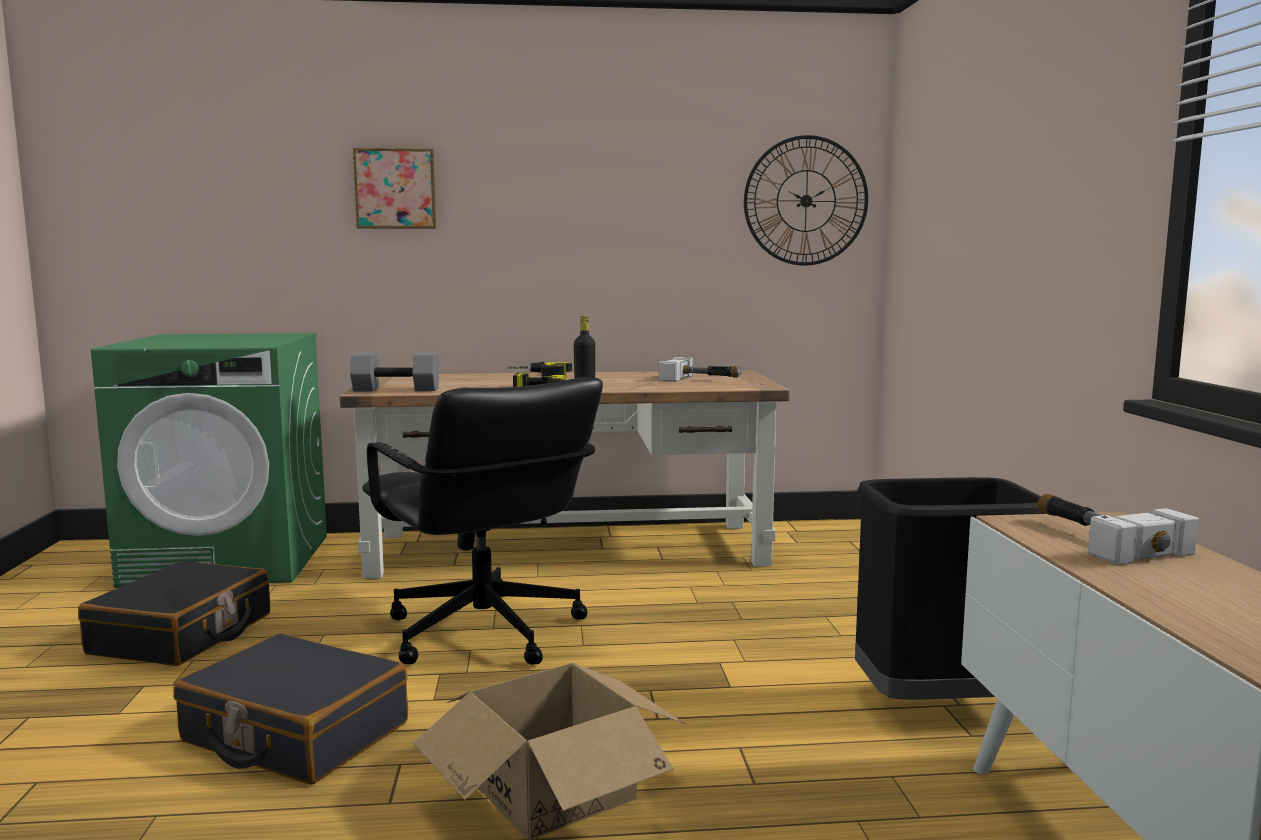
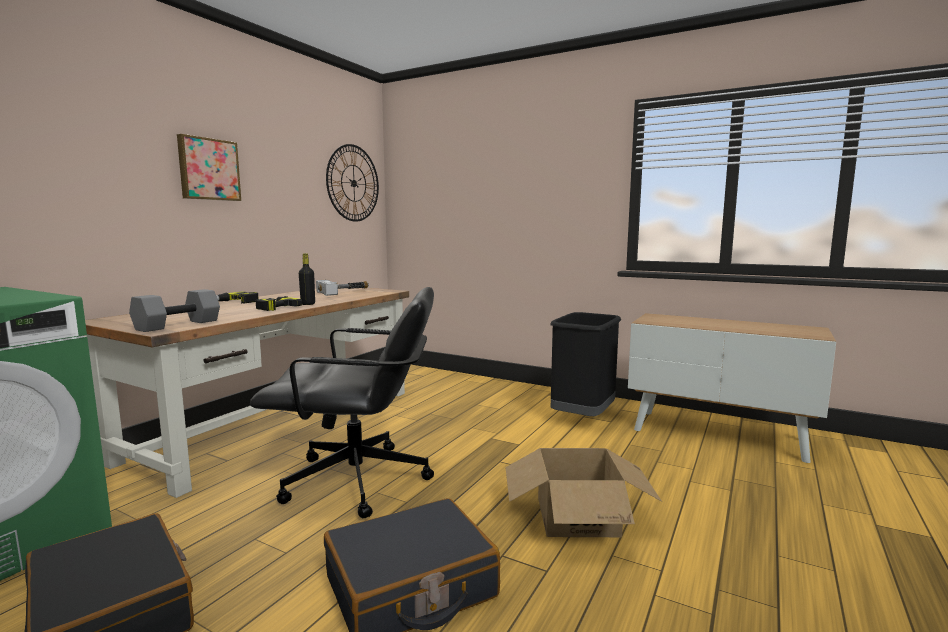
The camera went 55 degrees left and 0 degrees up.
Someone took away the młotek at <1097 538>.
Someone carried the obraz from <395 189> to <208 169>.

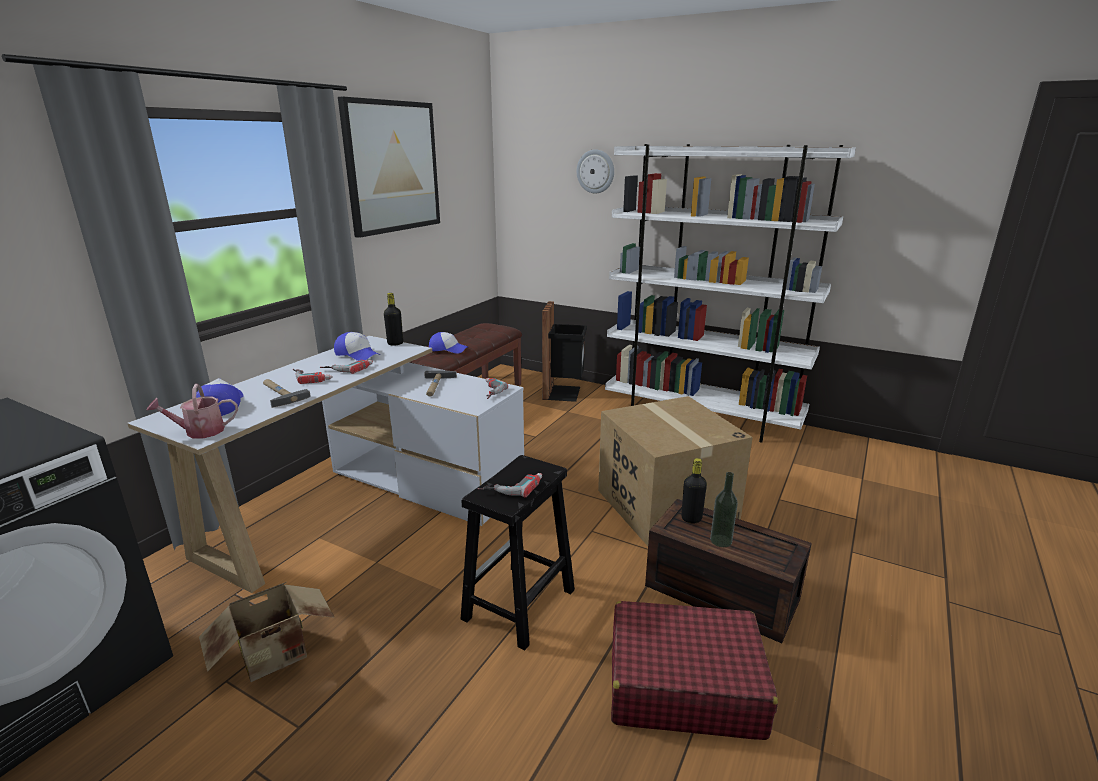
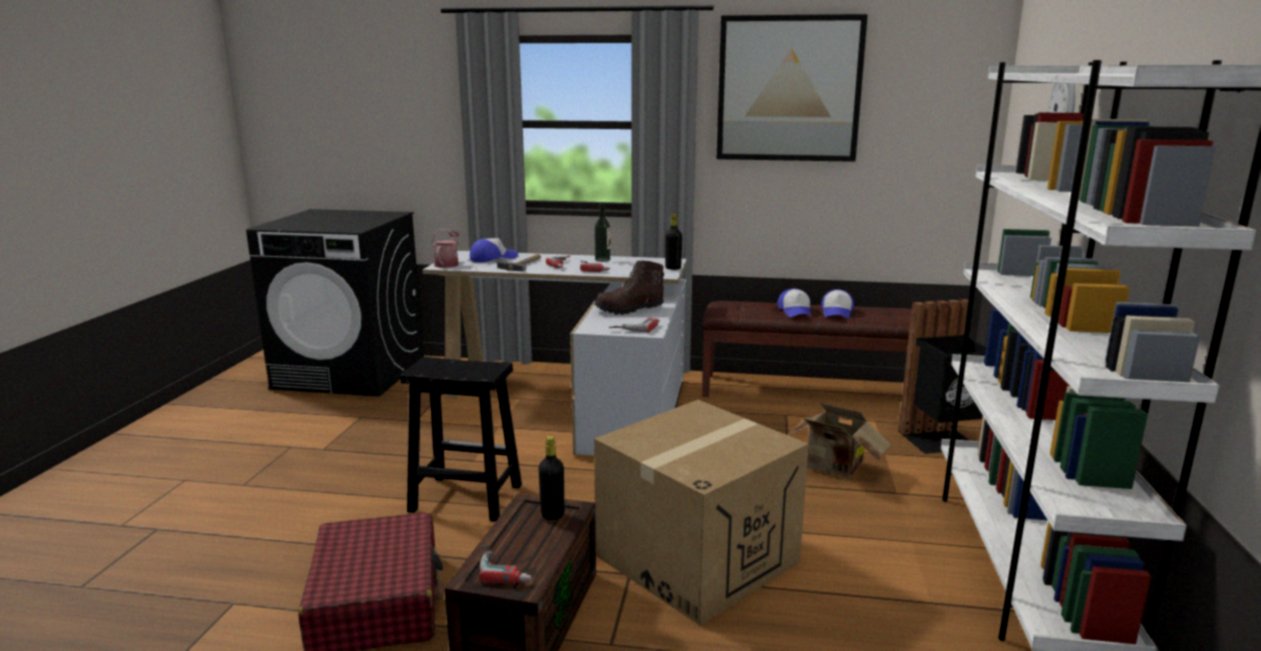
The camera went 70 degrees right and 5 degrees down.
Someone carried the karton from <277 657> to <834 468>.
Someone carried the czapka z daszkiem from <357 354> to <837 312>.
Someone carried the wiertarka from <512 486> to <505 567>.
Someone carried the butelka from <721 541> to <602 260>.
Someone swapped the młotek at <436 386> for the but z cholewką [brązowy] at <629 310>.
Someone rotated the konewka at <199 432> by 45 degrees clockwise.

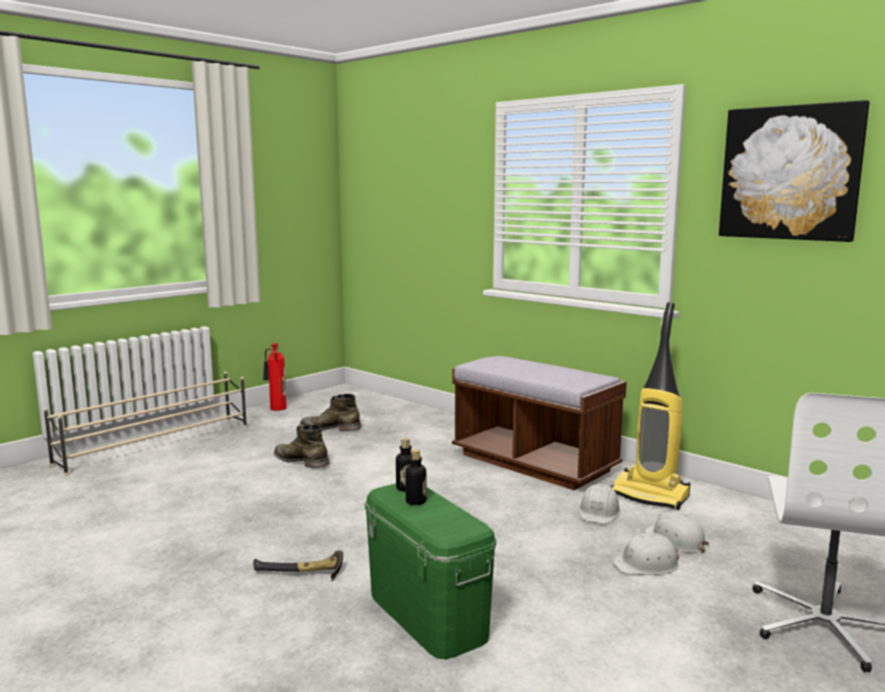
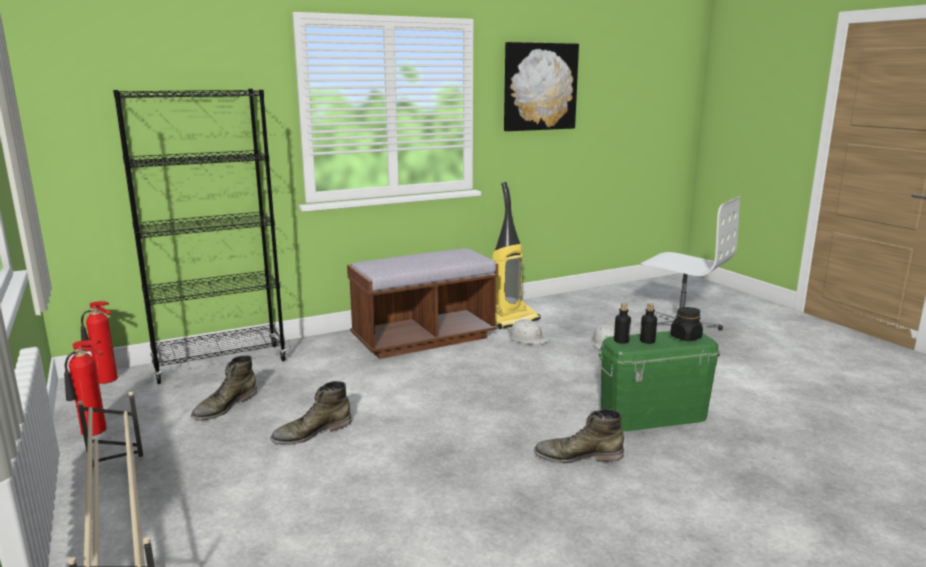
The camera went 70 degrees left and 5 degrees up.
Someone took away the kask [biały] at <676 540>.
Someone put down the gaśnica at <106 380>.
Someone put down the regał [czarny] at <220 363>.
Someone put down the słoik [czarny] at <685 337>.
Someone swapped the młotek at <301 574> for the but z cholewką [zielony] at <578 456>.

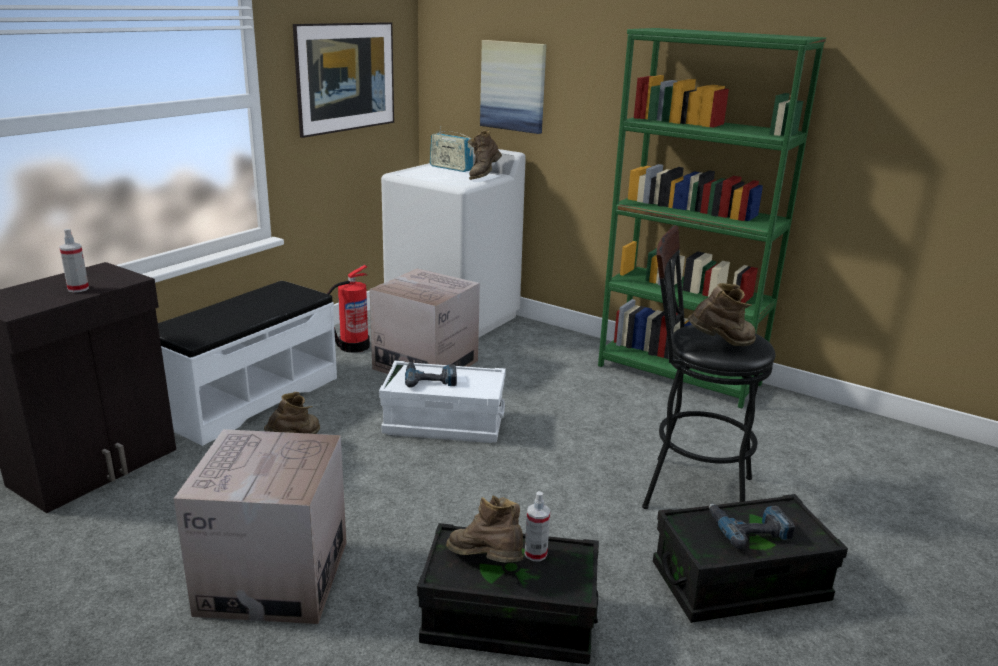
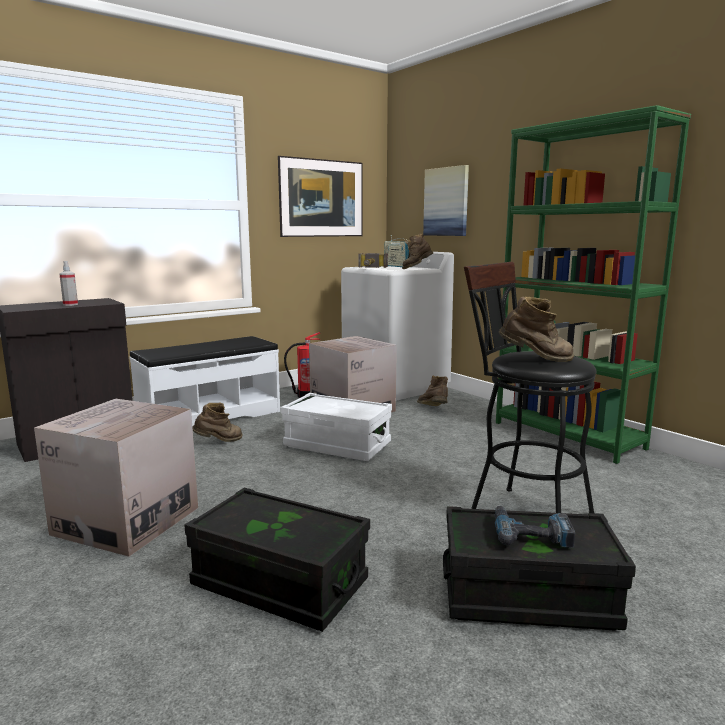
The camera went 20 degrees right and 10 degrees down.
Someone took away the wiertarka at <430 379>.
Someone took away the spryskiwacz at <535 554>.
Someone put down the młotek at <370 268>.
Someone carried the but z cholewką [brązowy] from <486 563> to <433 409>.

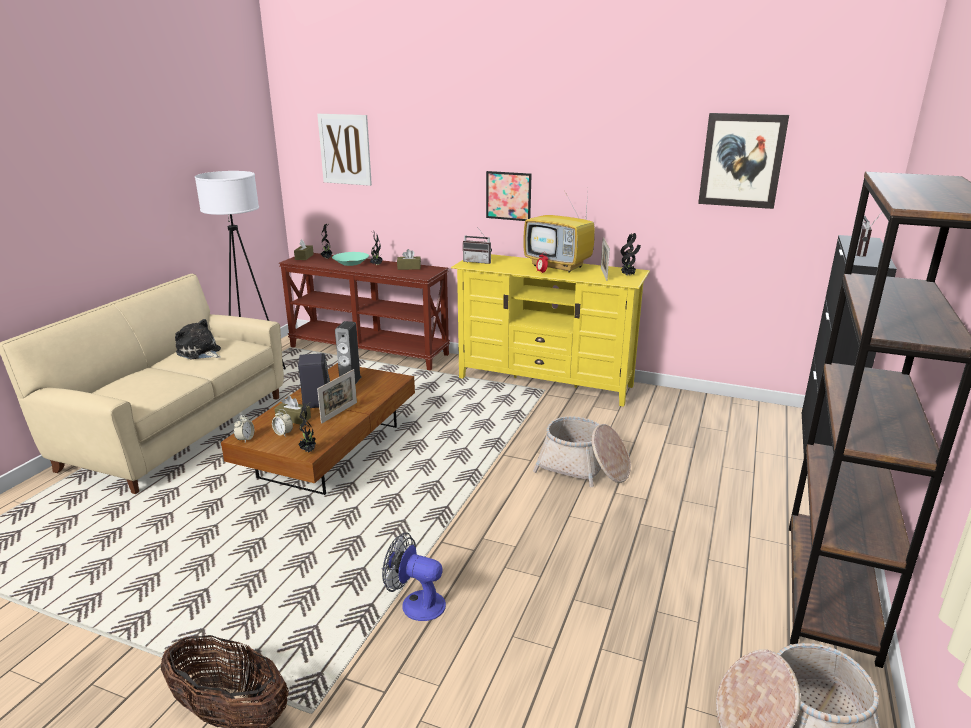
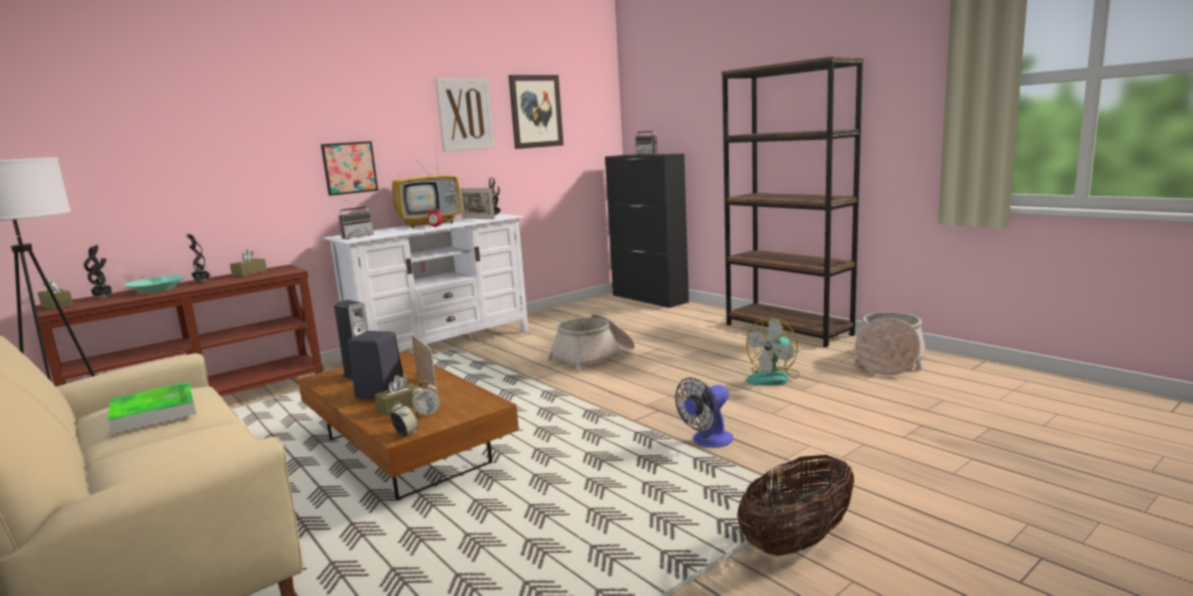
The camera went 60 degrees left and 10 degrees down.
Someone took away the roślina doniczkowa at <309 451>.
Someone put down the wentylator at <774 377>.
Someone carried the obraz from <345 149> to <465 114>.
Someone swapped the pluszak at <200 352> for the taca at <154 412>.
Someone repainted the szafka pod telewizor [żółty] at <546 382>, which became the szafka pod telewizor [biały] at <443 345>.

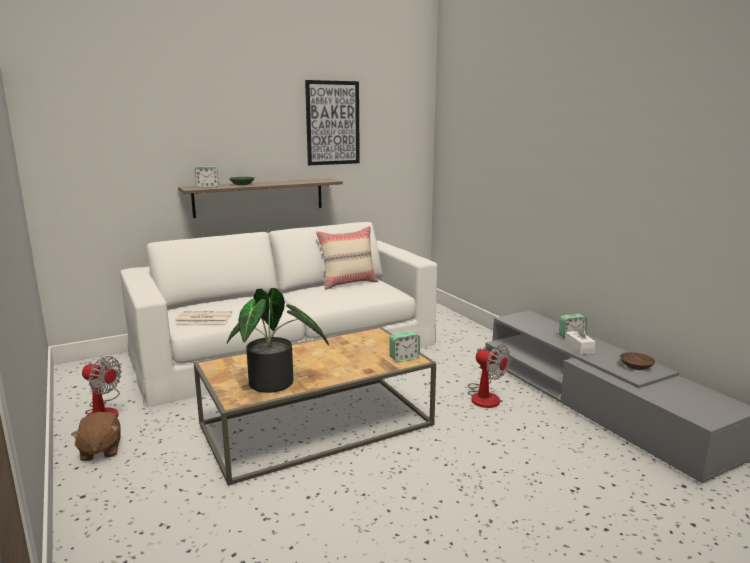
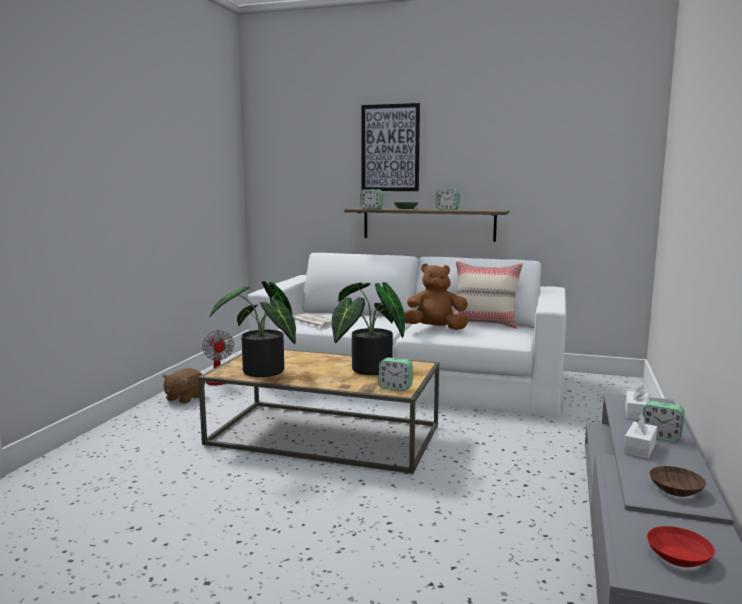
The camera went 45 degrees right and 5 degrees down.
Someone took away the wentylator at <484 395>.
Someone put down the roślina doniczkowa at <366 370>.
Someone put down the pluszak [brązowy] at <435 329>.
Someone put down the budzik at <447 209>.
Someone put down the pudełko chusteczek [biały] at <636 413>.
Someone put down the miska [czerwony] at <680 558>.
Someone carried the obraz from <332 123> to <390 148>.

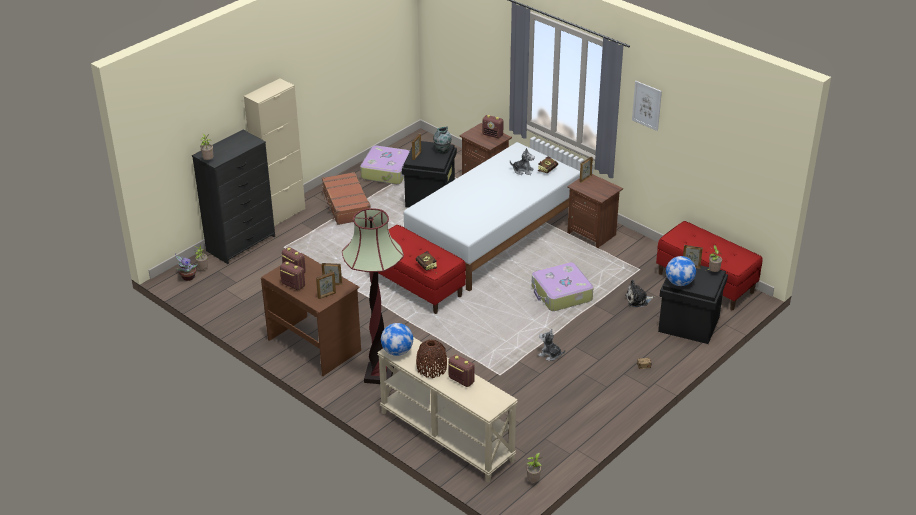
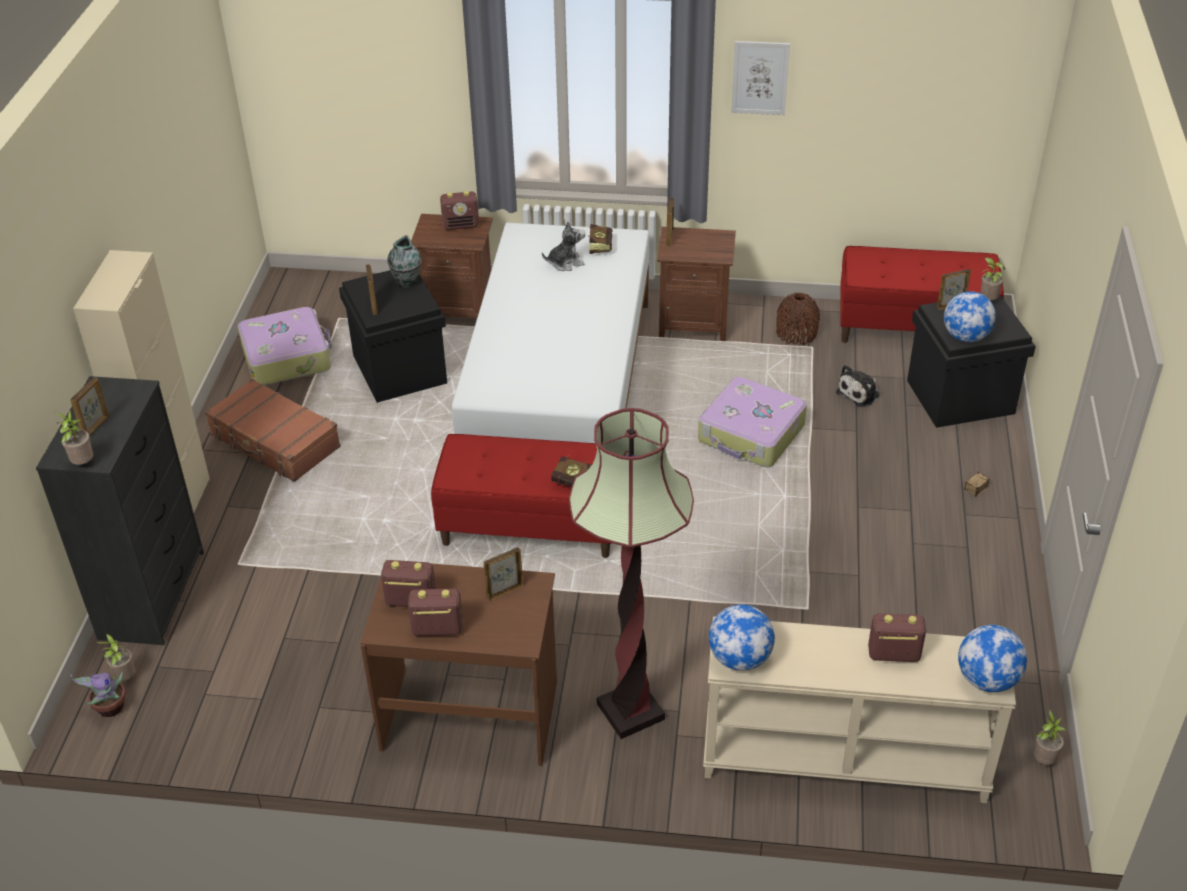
The camera went 35 degrees left and 5 degrees up.
Someone took away the pluszak at <550 355>.
Someone put down the globus at <987 680>.
Someone carried the ramka na zdjęcie from <327 295> to <96 427>.
Someone carried the wazon [brązowy] from <431 368> to <796 333>.

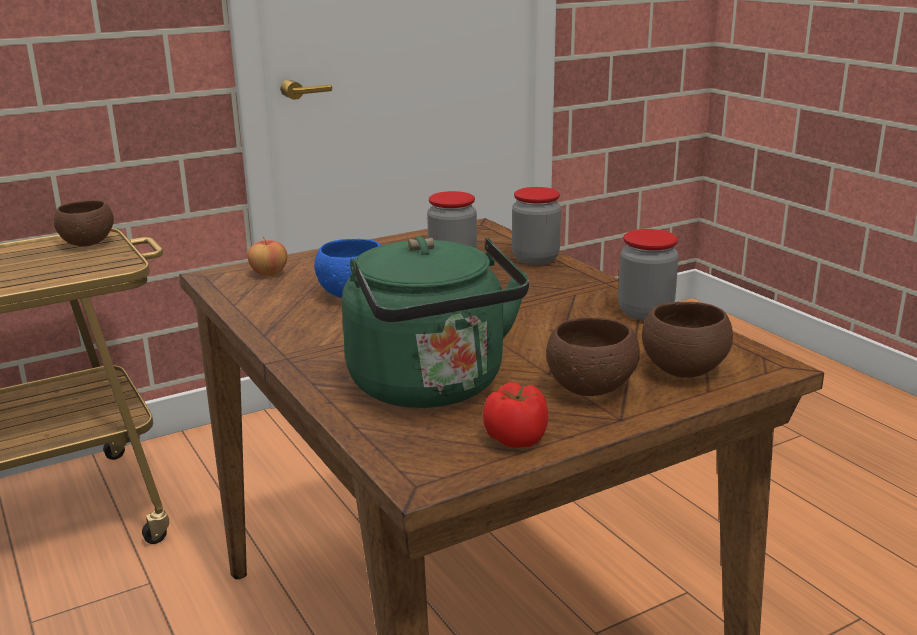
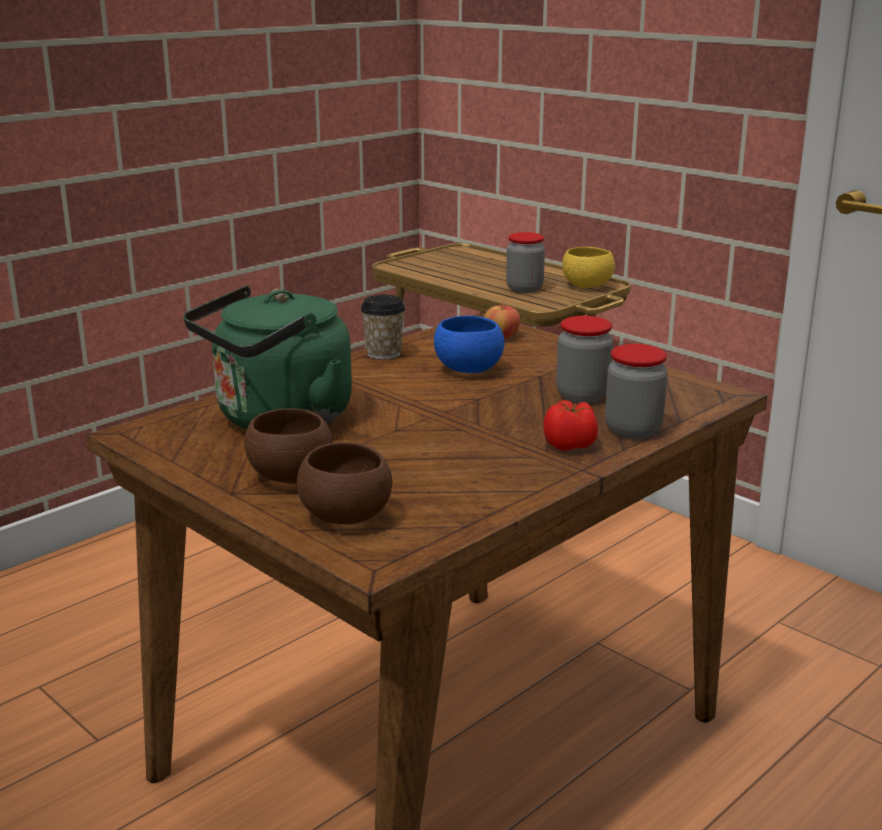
The camera went 75 degrees right and 0 degrees up.
Someone put down the filiżanka at <383 354>.
Someone carried the pomidor from <517 438> to <570 446>.
Someone carried the słoik from <645 312> to <524 289>.
Someone repainted the miska [brązowy] at <87 243>, which became the miska [żółty] at <587 286>.

